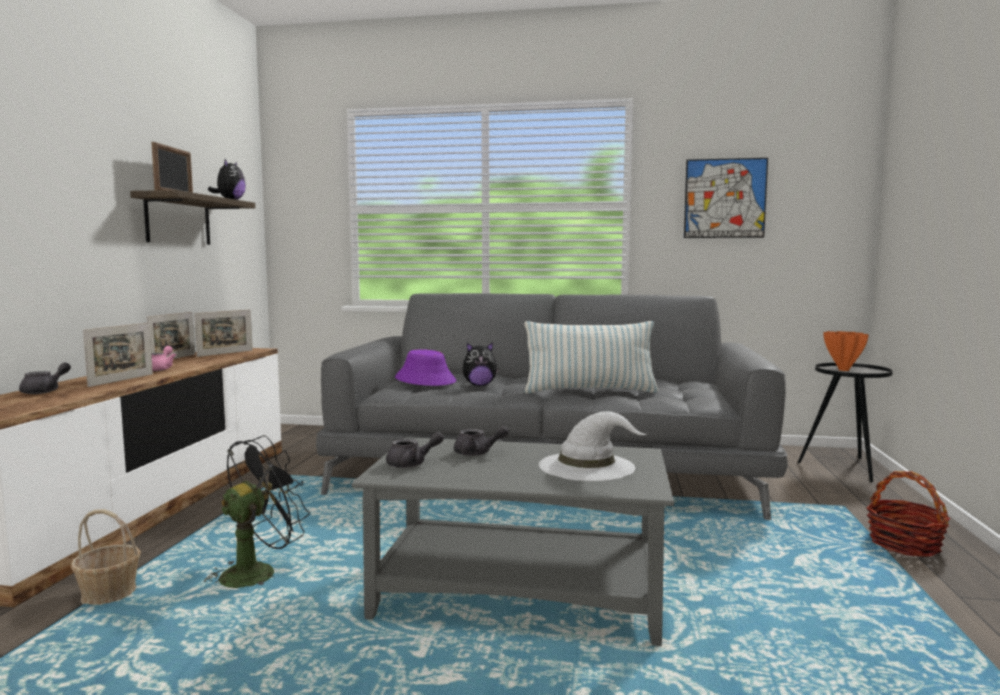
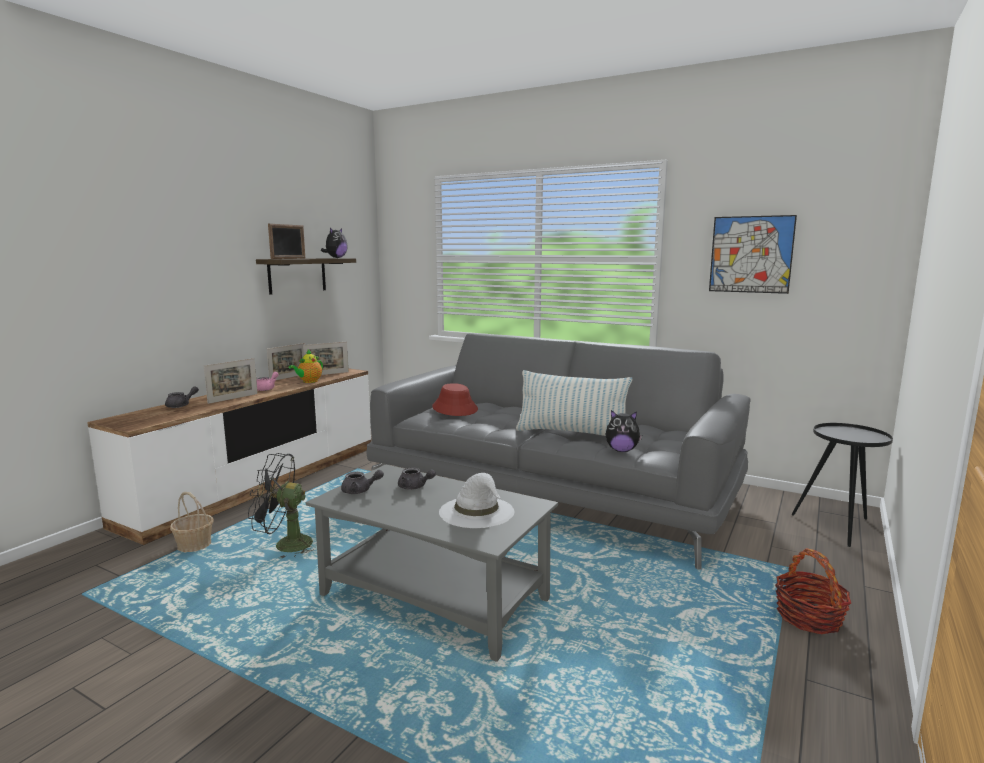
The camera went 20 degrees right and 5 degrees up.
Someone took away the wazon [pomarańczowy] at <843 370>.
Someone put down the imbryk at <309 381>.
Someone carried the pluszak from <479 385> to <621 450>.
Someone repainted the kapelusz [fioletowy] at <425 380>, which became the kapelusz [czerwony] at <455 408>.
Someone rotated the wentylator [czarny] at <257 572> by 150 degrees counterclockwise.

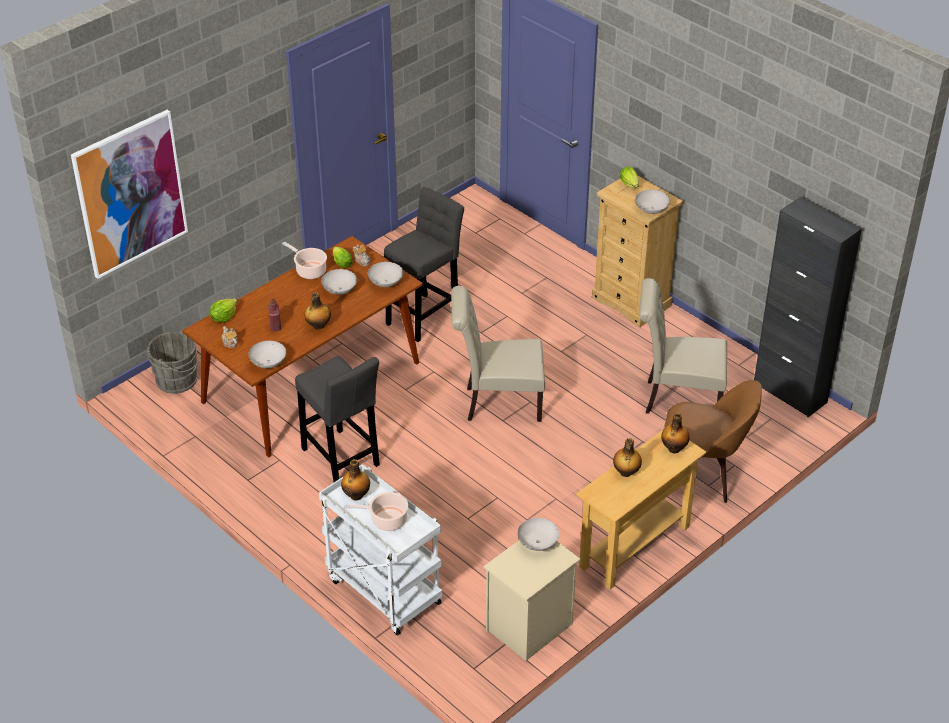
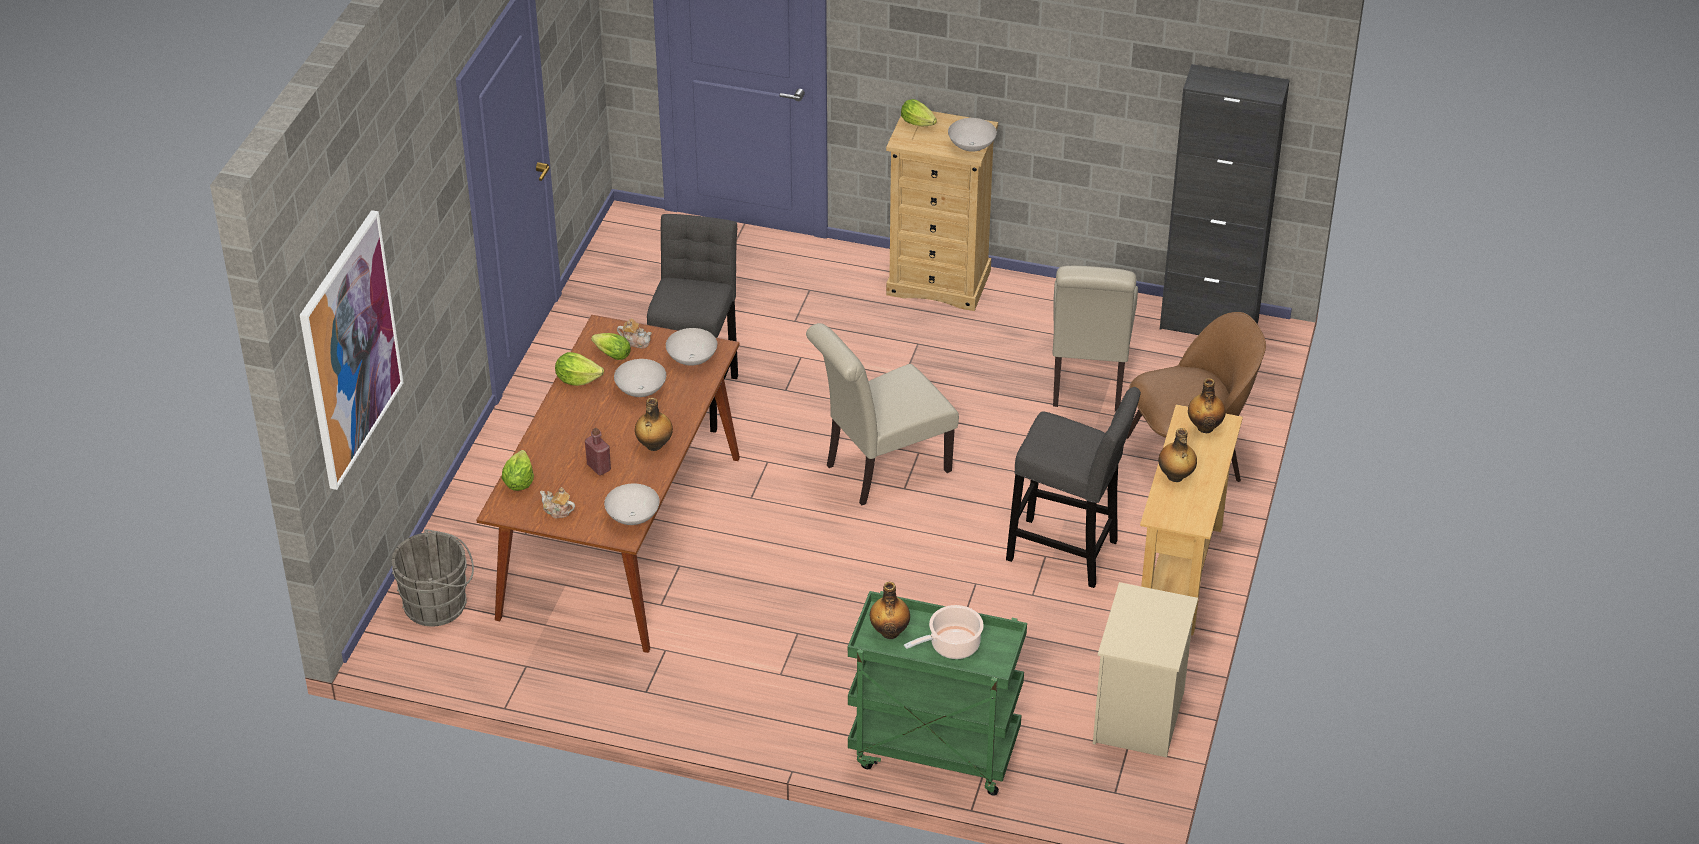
The camera went 30 degrees left and 0 degrees up.
Someone took away the miska [biały] at <538 544>.
Someone carried the stołek [szary] from <342 460> to <1067 553>.
Someone swapped the garnek at <309 270> for the sałata at <577 379>.
Someone repainted the wózek [biały] at <382 591>, which became the wózek [zielony] at <932 752>.
Someone rotated the krzesło [beżowy] at <677 399> by 60 degrees counterclockwise.

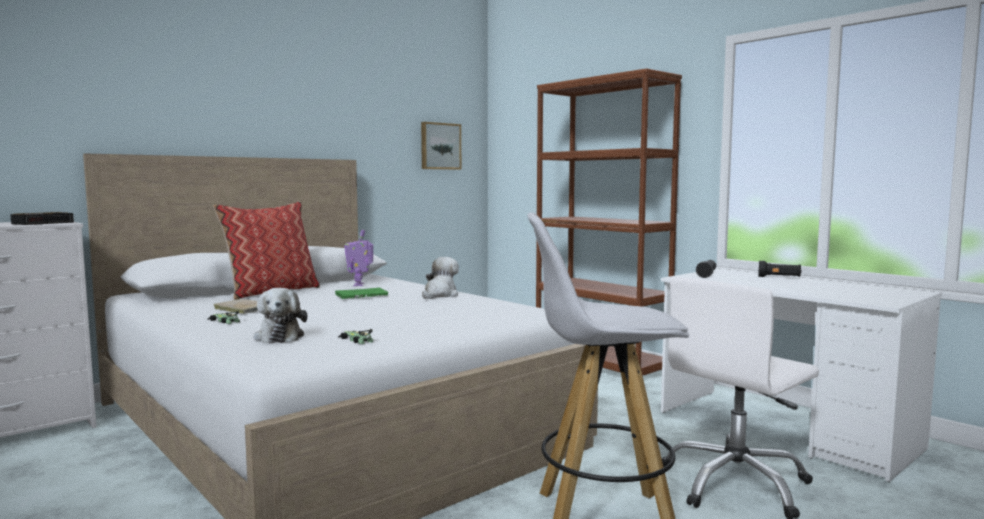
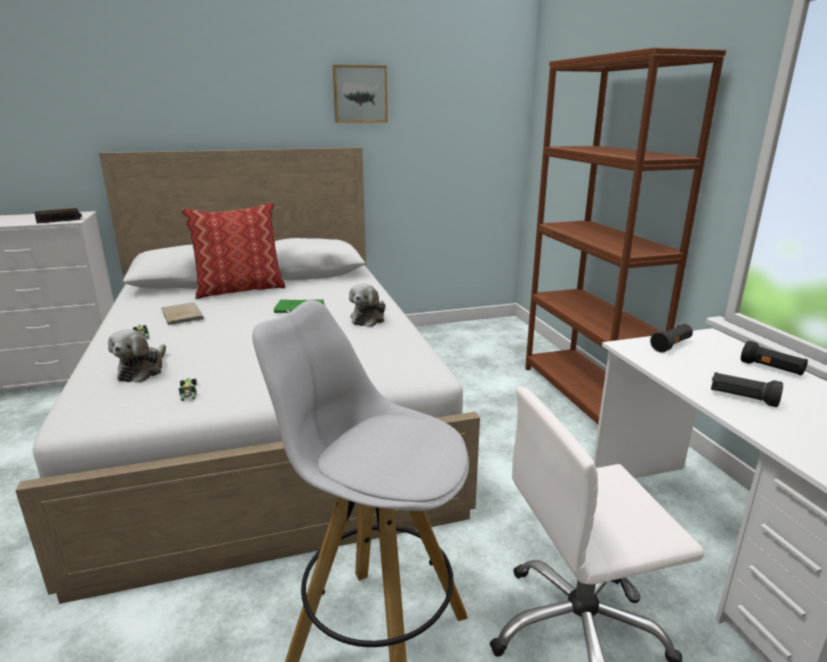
The camera went 25 degrees right and 15 degrees up.
Someone took away the robot zabawkowy at <359 284>.
Someone put down the latarka [czarny] at <742 398>.
Someone carried the obraz from <440 146> to <360 94>.
Someone rotated the pluszak at <440 295> by 150 degrees clockwise.

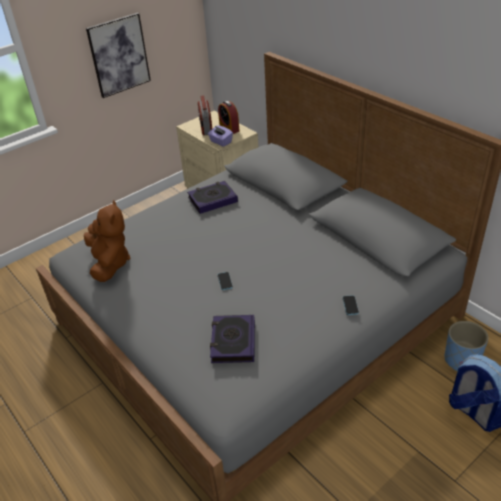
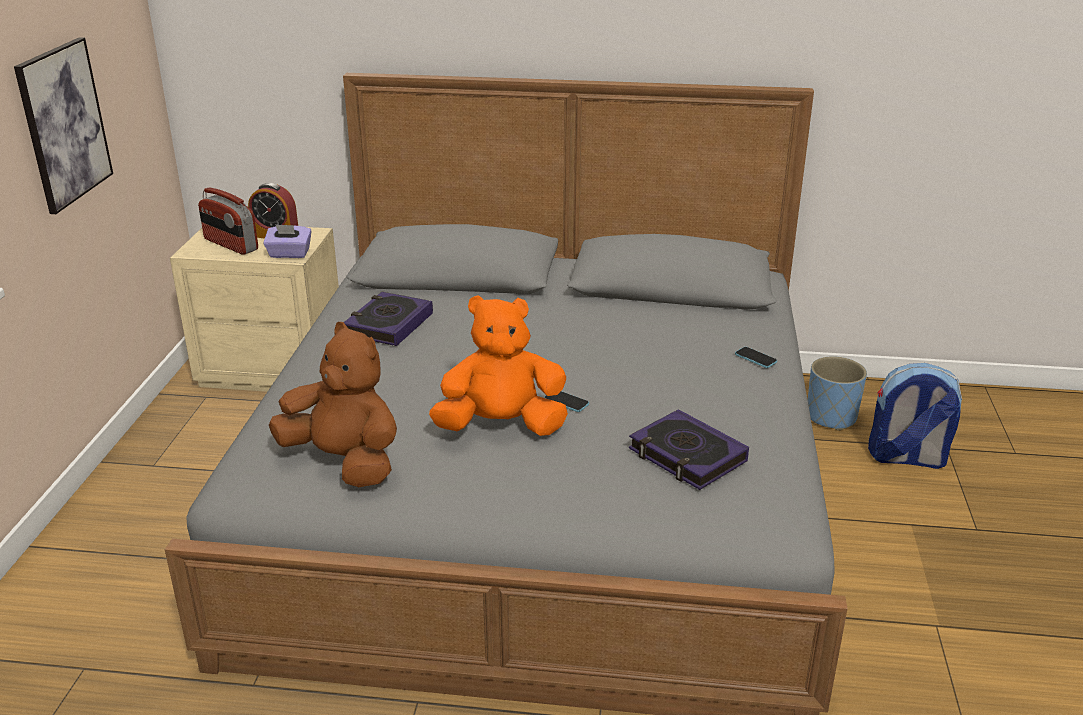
The camera went 45 degrees left and 10 degrees down.
Someone put down the pluszak [pomarańczowy] at <501 426>.

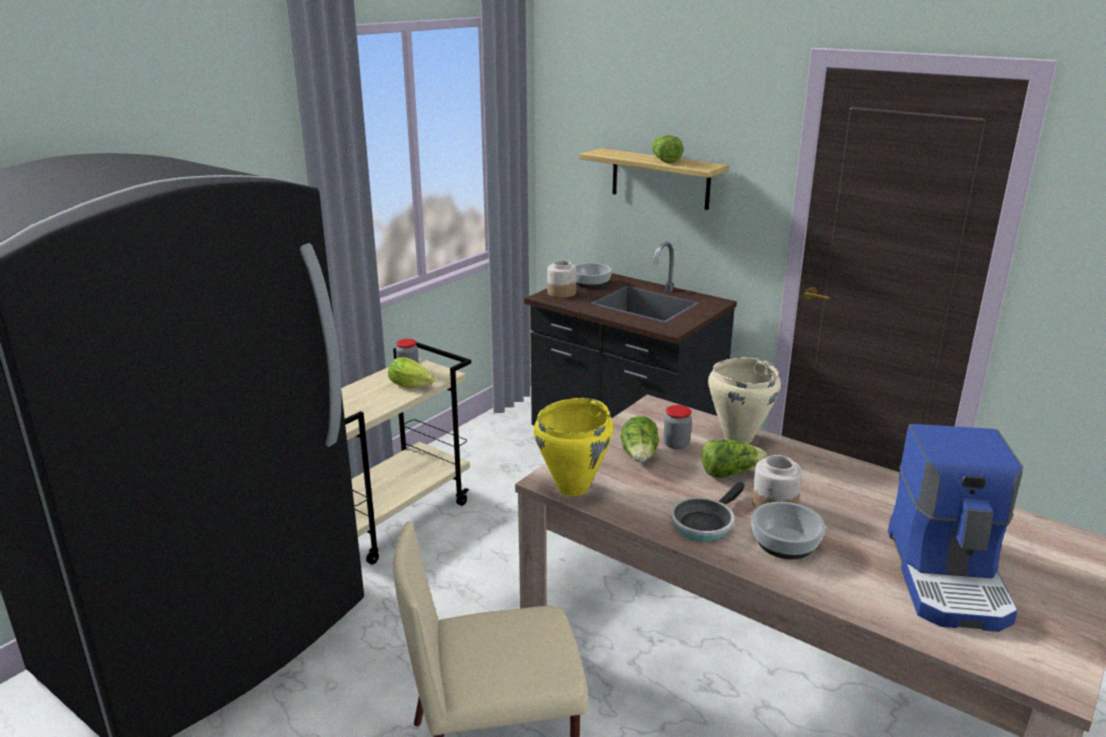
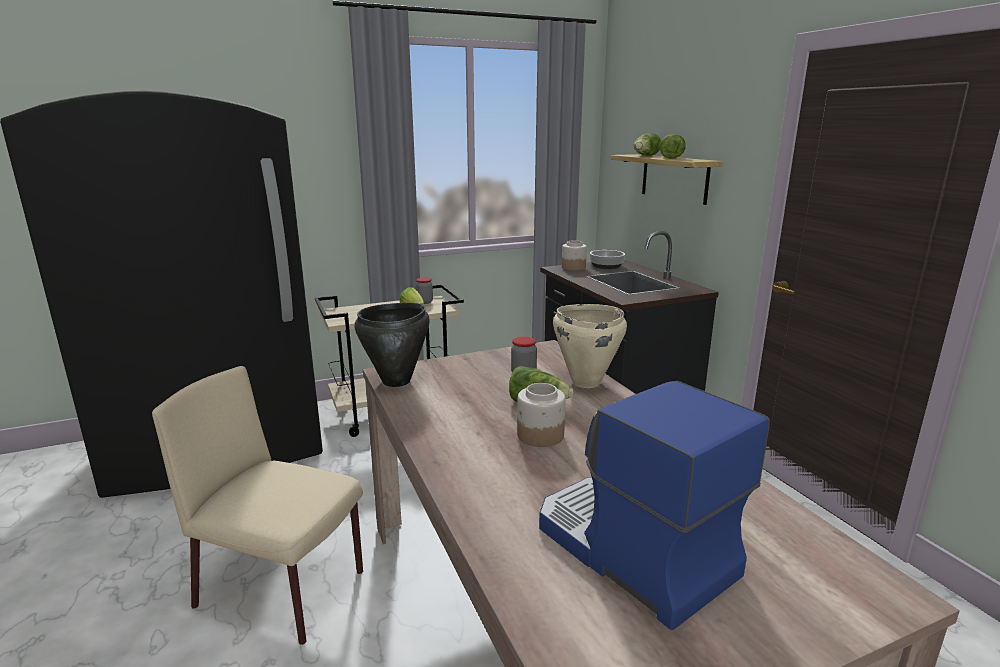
The camera went 30 degrees right and 5 degrees down.
Someone took away the patelnia at <704 523>.
Someone took away the miska at <785 543>.
Someone carried the sałata from <640 456> to <645 156>.
Someone repainted the garnek [żółty] at <574 488>, which became the garnek [czarny] at <397 381>.
Someone rotated the ekspres do kawy at <949 577> by 105 degrees clockwise.

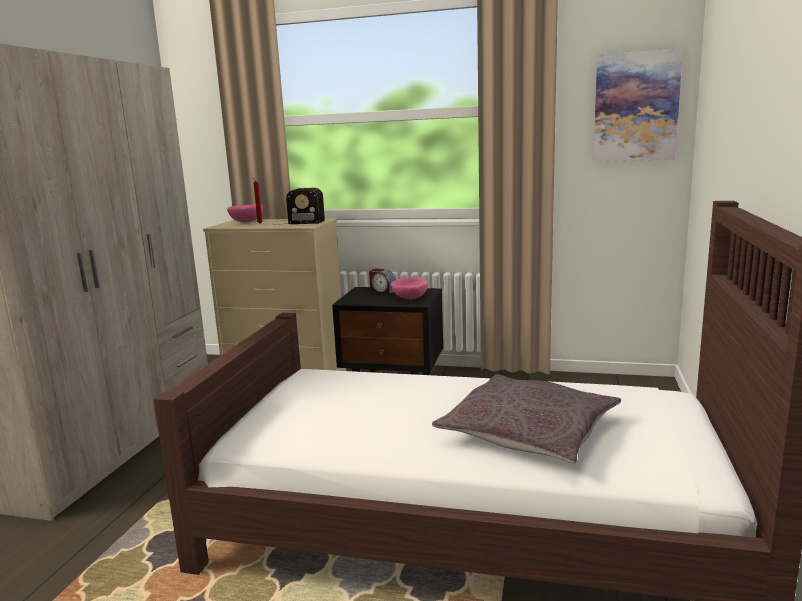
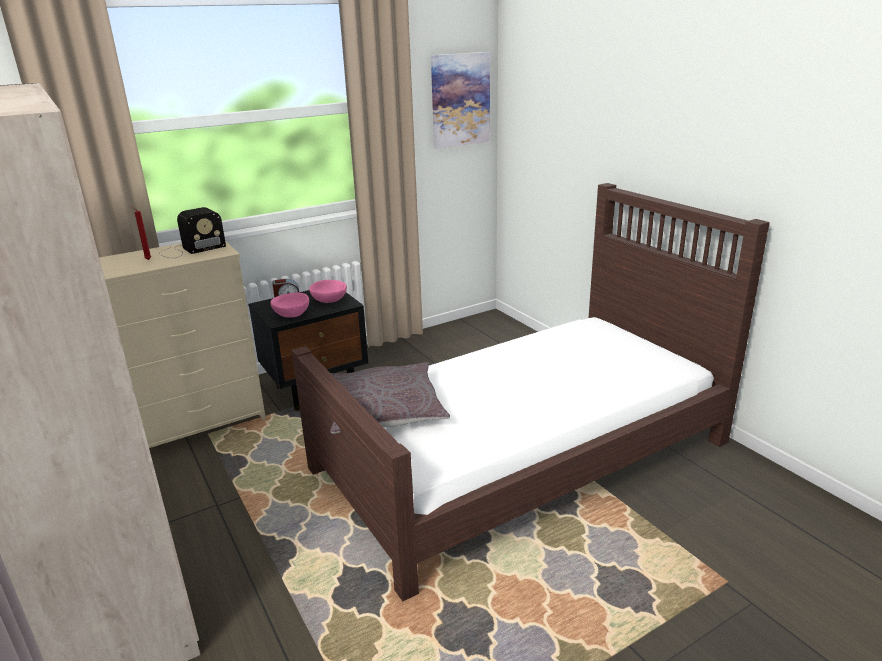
The camera went 45 degrees left and 10 degrees up.
Someone carried the miska [różowy] from <246 221> to <291 315>.
Someone carried the poduszka [szary] from <529 432> to <385 409>.

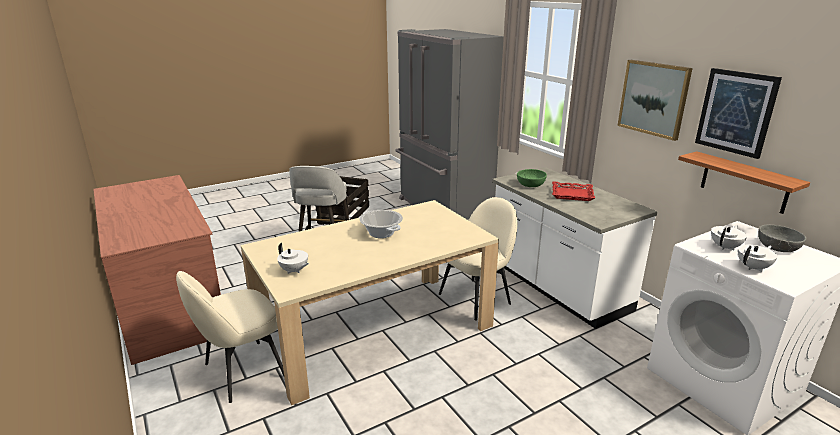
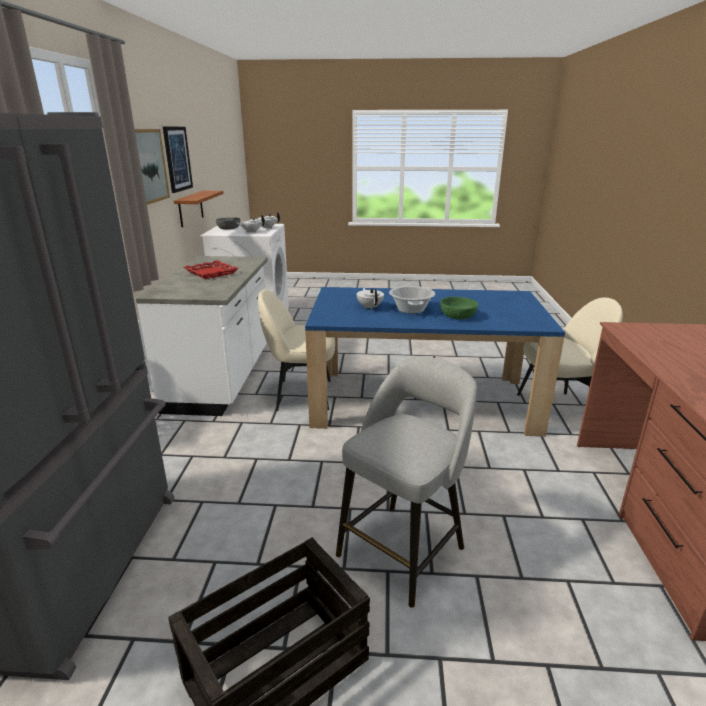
The camera went 145 degrees left and 0 degrees up.
Someone carried the imbryk [biały] from <294 271> to <370 307>.
Someone carried the miska [zielony] from <530 184> to <458 316>.
Someone repainted the stół jadalny [beżowy] at <375 330>, which became the stół jadalny [niebieski] at <422 401>.

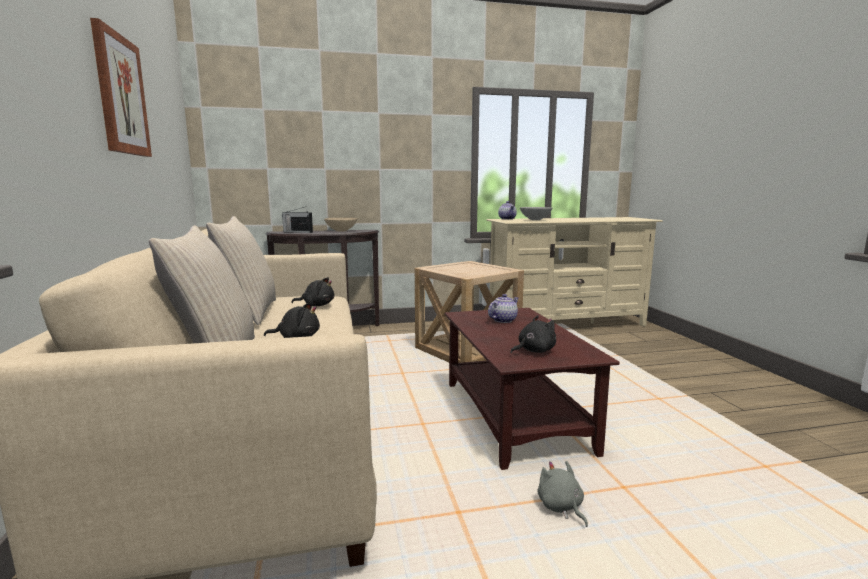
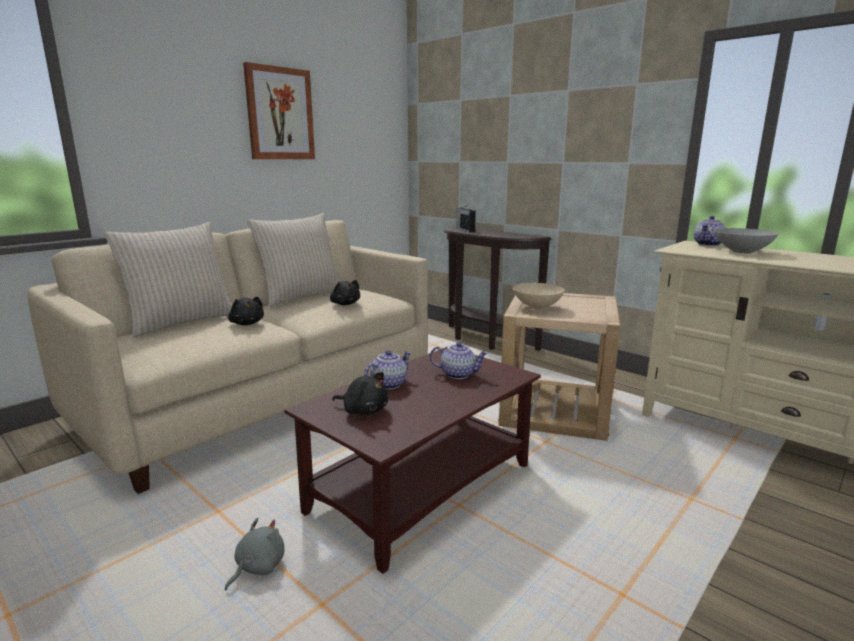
The camera went 55 degrees right and 5 degrees up.
Someone put down the imbryk at <388 384>.
Someone carried the miska [beżowy] from <341 231> to <537 307>.

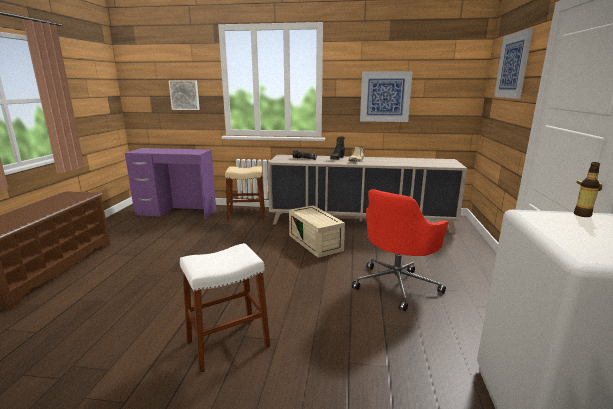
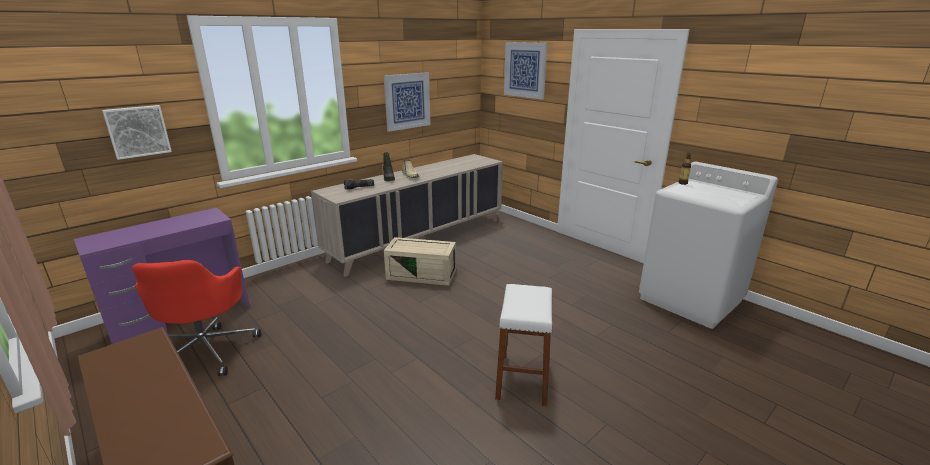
The camera went 50 degrees left and 5 degrees up.
Someone took away the stołek [beżowy] at <246 215>.
Someone carried the krzesło biurowe [czerwony] from <397 284> to <207 351>.

